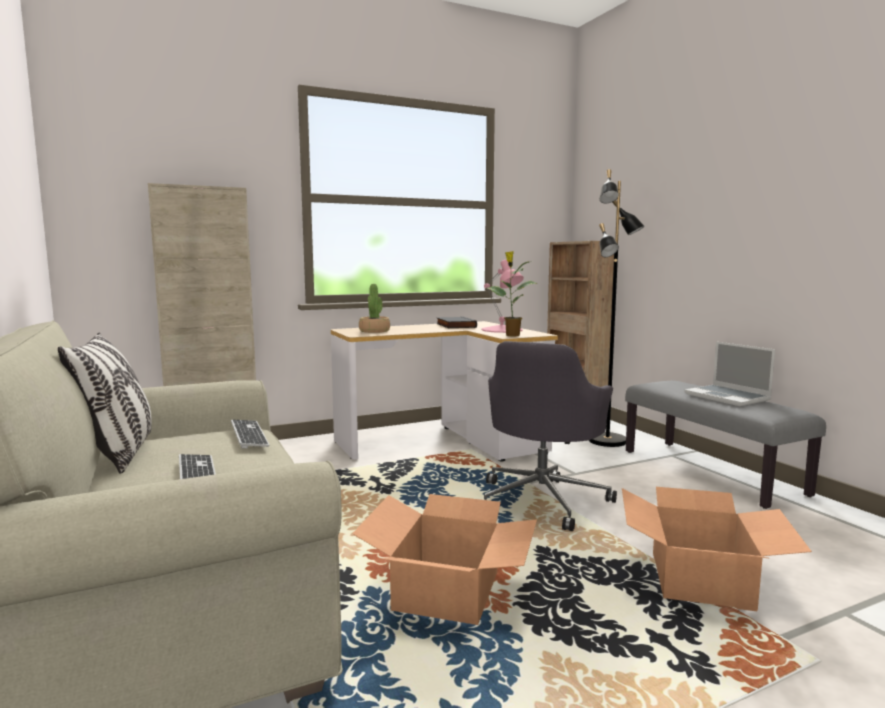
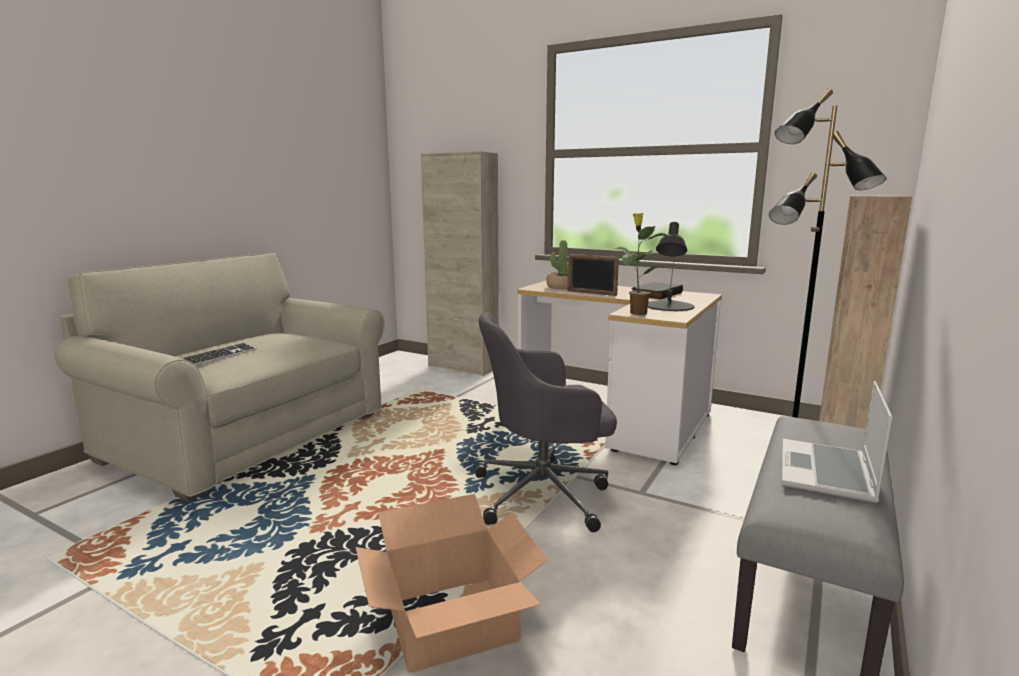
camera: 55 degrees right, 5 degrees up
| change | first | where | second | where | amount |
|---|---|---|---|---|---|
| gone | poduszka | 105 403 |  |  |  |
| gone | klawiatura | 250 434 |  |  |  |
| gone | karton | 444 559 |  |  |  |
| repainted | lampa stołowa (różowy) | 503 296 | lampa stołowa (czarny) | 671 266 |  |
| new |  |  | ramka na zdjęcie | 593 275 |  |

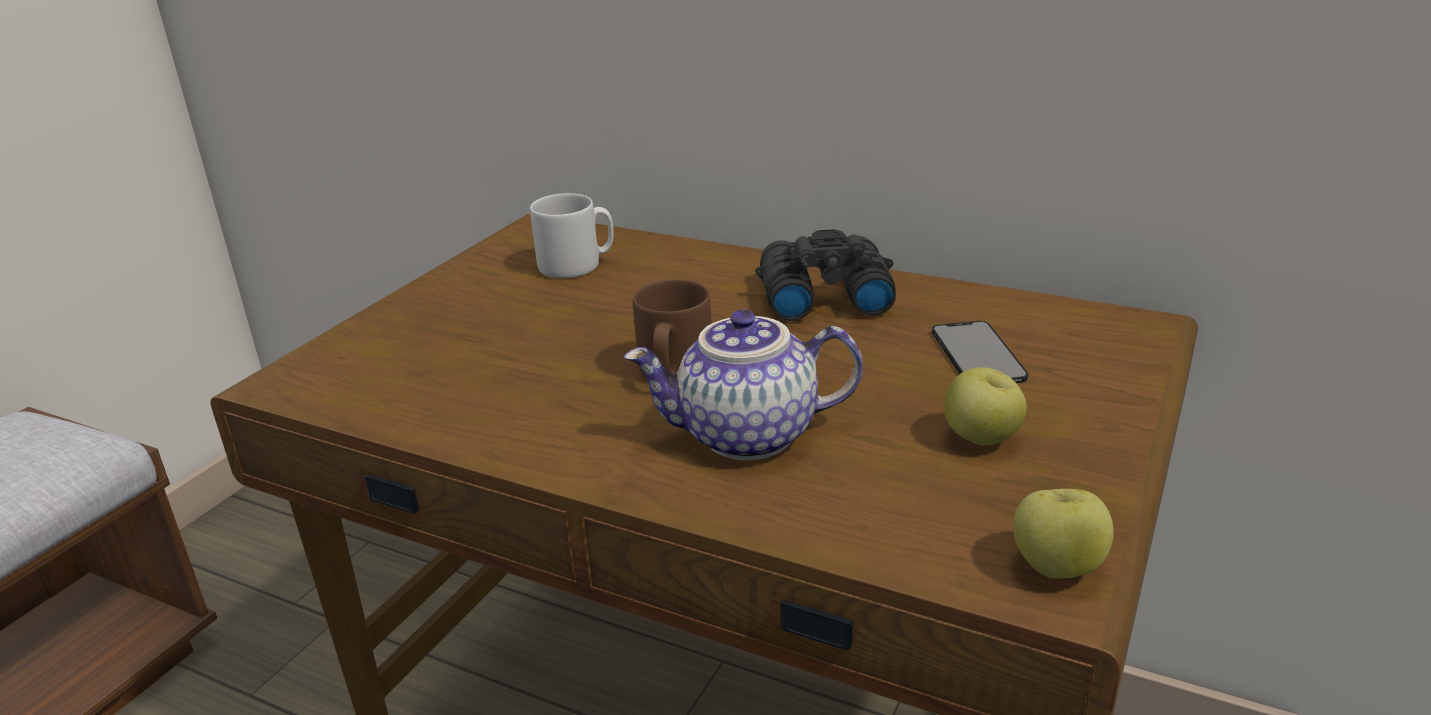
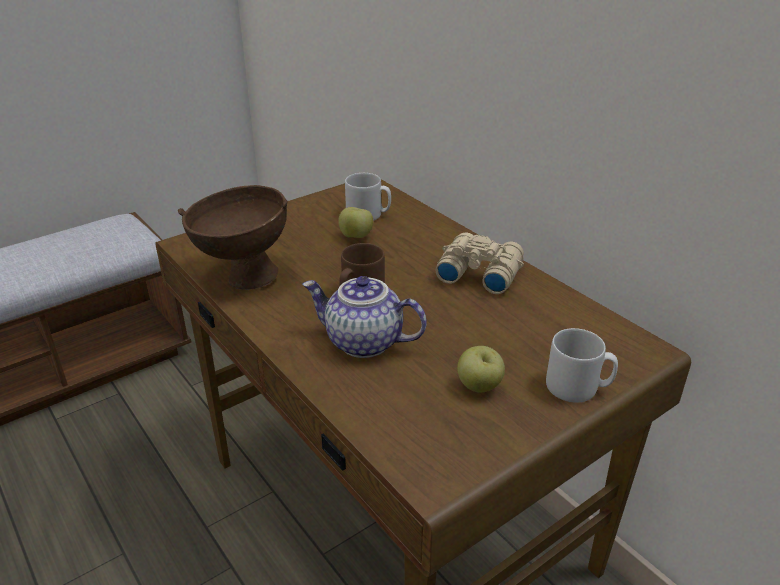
camera: 25 degrees right, 5 degrees up
| change | first | where | second | where | amount |
|---|---|---|---|---|---|
| repainted | lornetka (czarny) | 825 275 | lornetka (beżowy) | 480 263 |  |
| gone | telefon | 980 352 |  |  |  |
| shifted | jabłko | 1063 534 |  | 355 222 |  |
| new |  |  | miska (brązowy) | 233 237 |  |
| new |  |  | kubek (szary) | 582 365 |  |

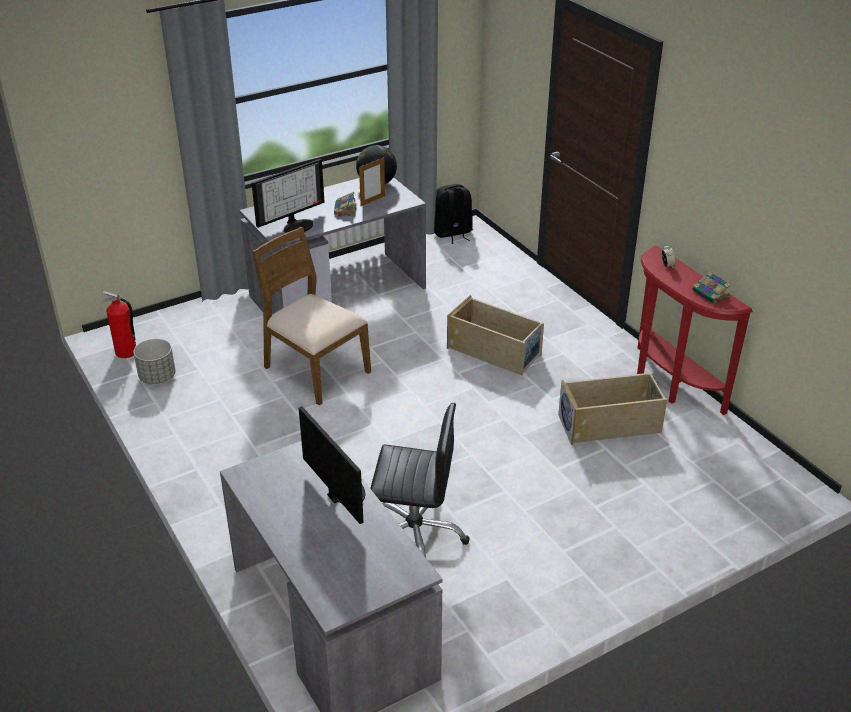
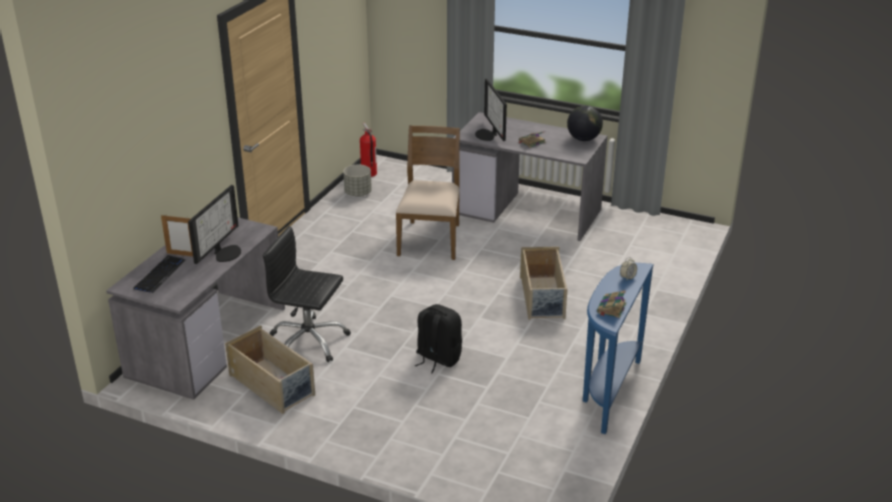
camera: 55 degrees right, 5 degrees down
| change | first | where | second | where | amount |
|---|---|---|---|---|---|
| rotated | monitor | 288 196 |  | 491 110 | 60 degrees clockwise |
| shifted | ramka na zdjęcie | 372 181 |  | 177 235 |  |
| rotated | krzesło biurowe (czarny) | 420 480 |  | 307 294 | 135 degrees clockwise |
| shifted | plecak (czarny) | 453 214 |  | 438 339 |  |
| shifted | pojemnik do przechowywania (beżowy) | 612 409 |  | 270 370 |  |
| repainted | stolik konsolowy (czerwony) | 695 330 | stolik konsolowy (niebieski) | 618 348 |  |
| new |  |  | klawiatura | 159 274 |  |

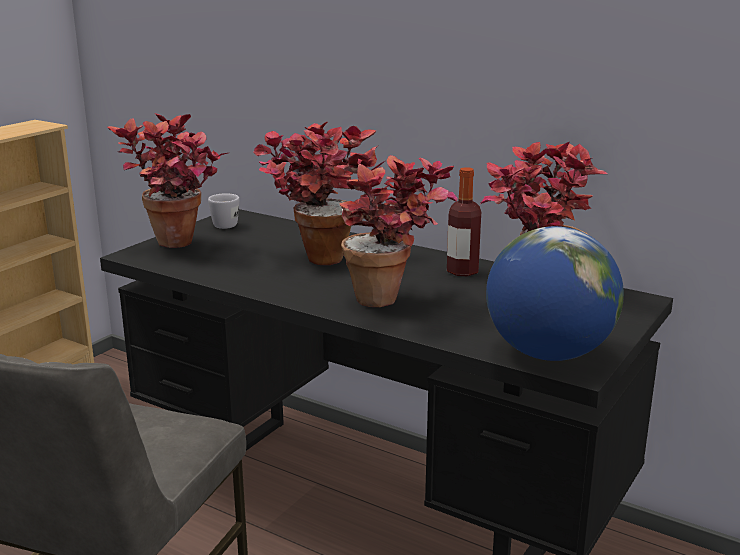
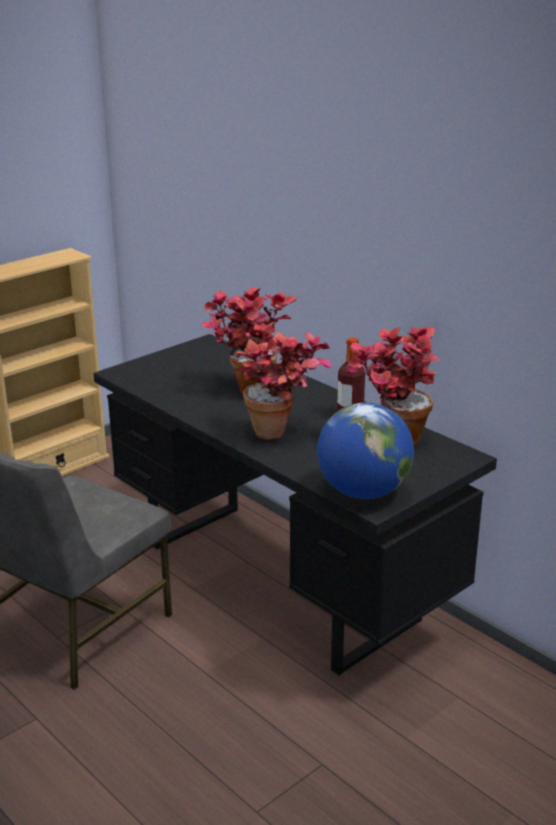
camera: 15 degrees right, 5 degrees up
| change | first | where | second | where | amount |
|---|---|---|---|---|---|
| gone | roślina doniczkowa | 168 180 |  |  |  |
| gone | kubek (biały) | 223 211 |  |  |  |

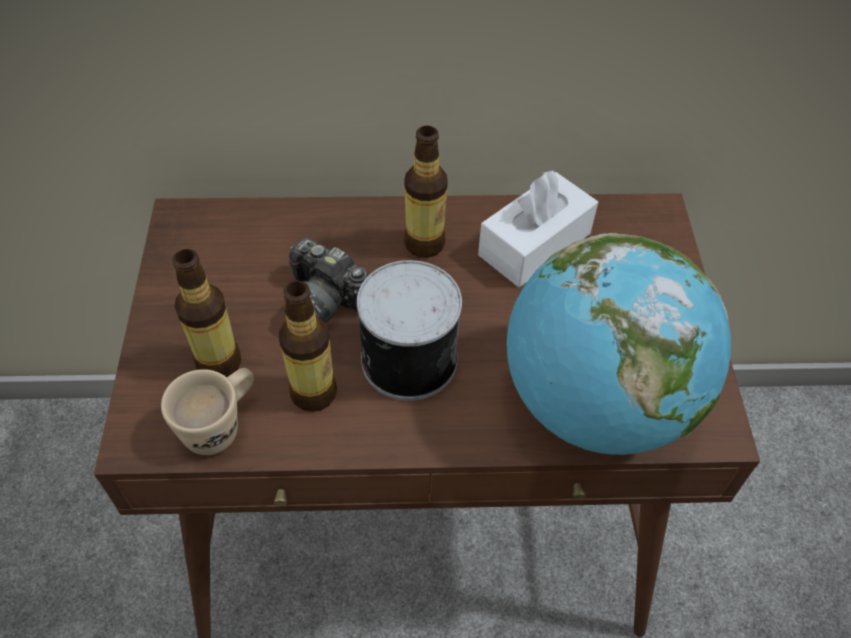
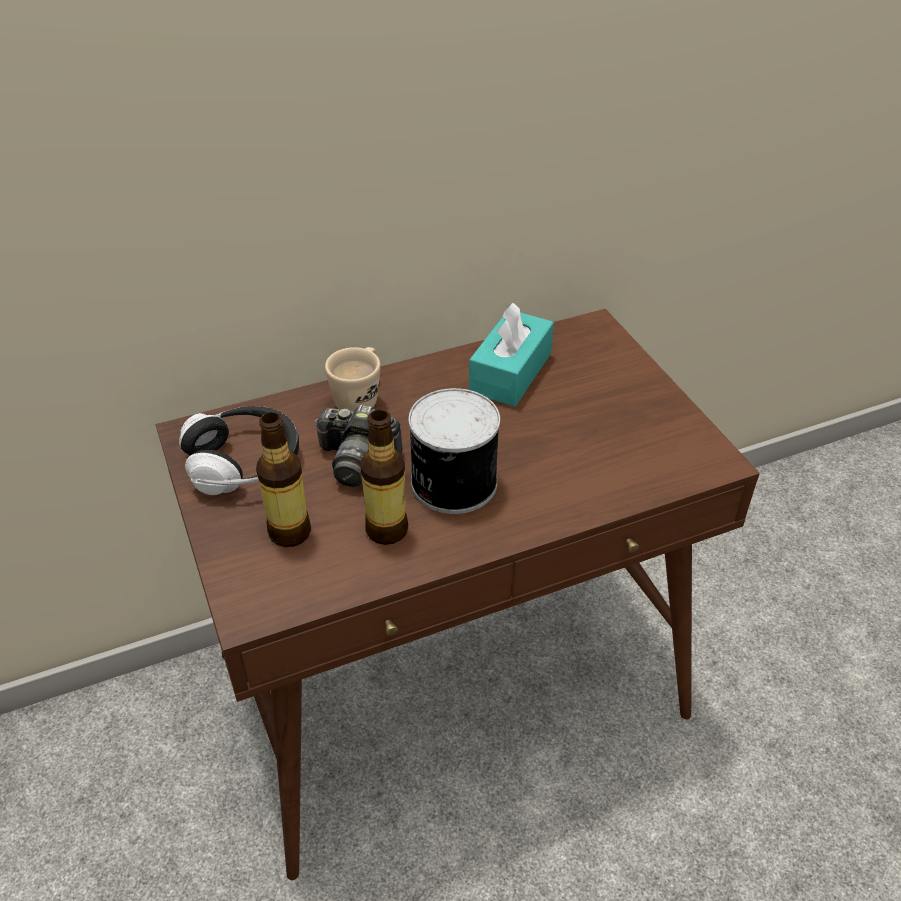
camera: 20 degrees left, 10 degrees down
| change | first | where | second | where | amount |
|---|---|---|---|---|---|
| shifted | kubek (beżowy) | 207 411 |  | 353 379 |  |
| gone | butelka | 426 192 |  |  |  |
| repainted | pudełko chusteczek (biały) | 538 229 | pudełko chusteczek (turkusowy) | 511 355 |  |
| gone | globus | 619 344 |  |  |  |
| new |  |  | słuchawki | 239 450 |  |

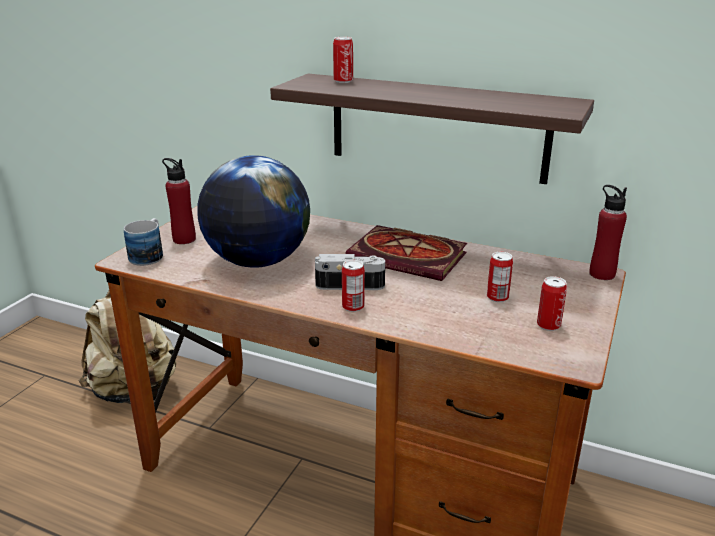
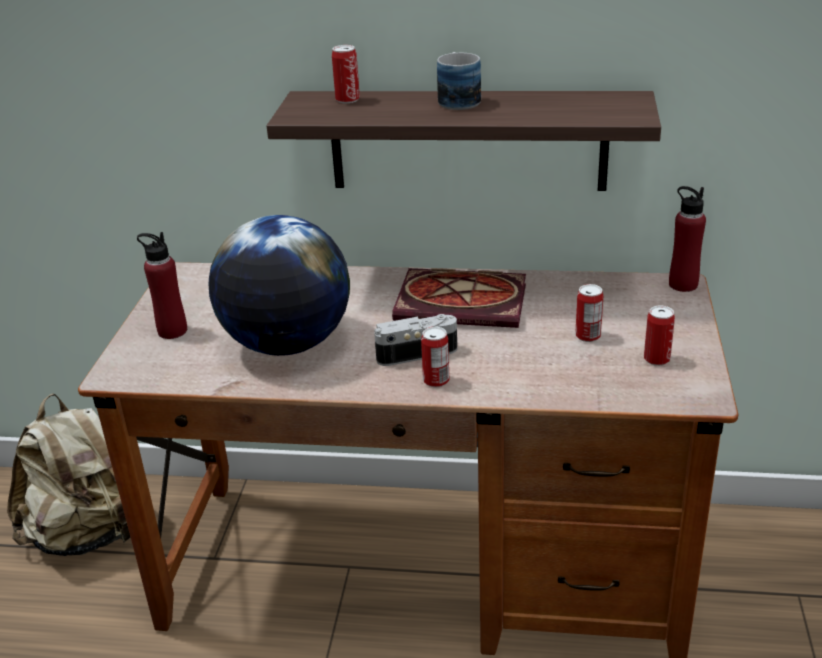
camera: 15 degrees left, 5 degrees up
| change | first | where | second | where | amount |
|---|---|---|---|---|---|
| shifted | kubek | 143 242 |  | 459 81 |  |

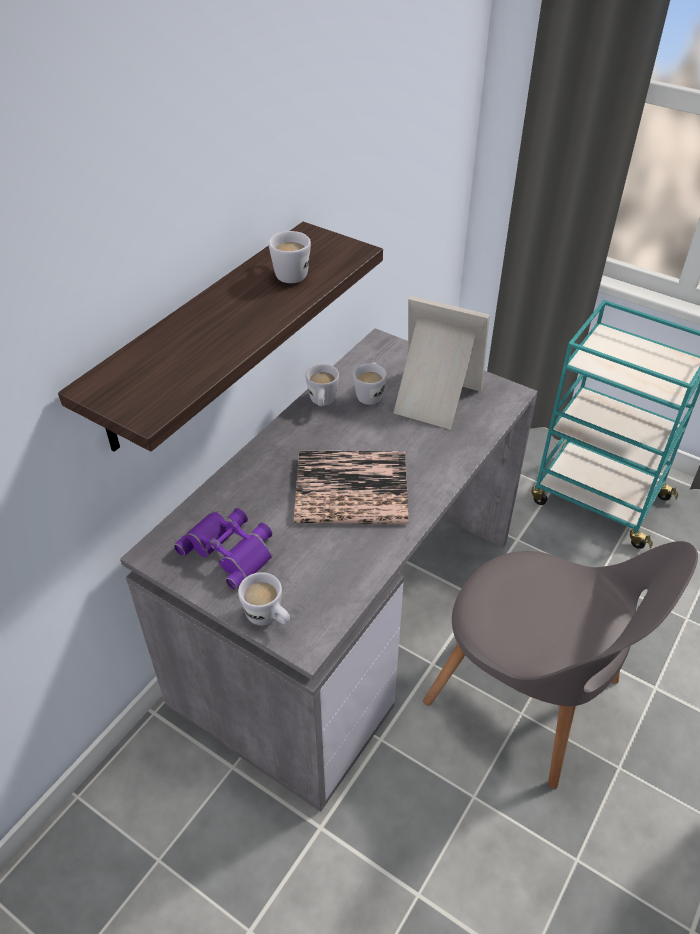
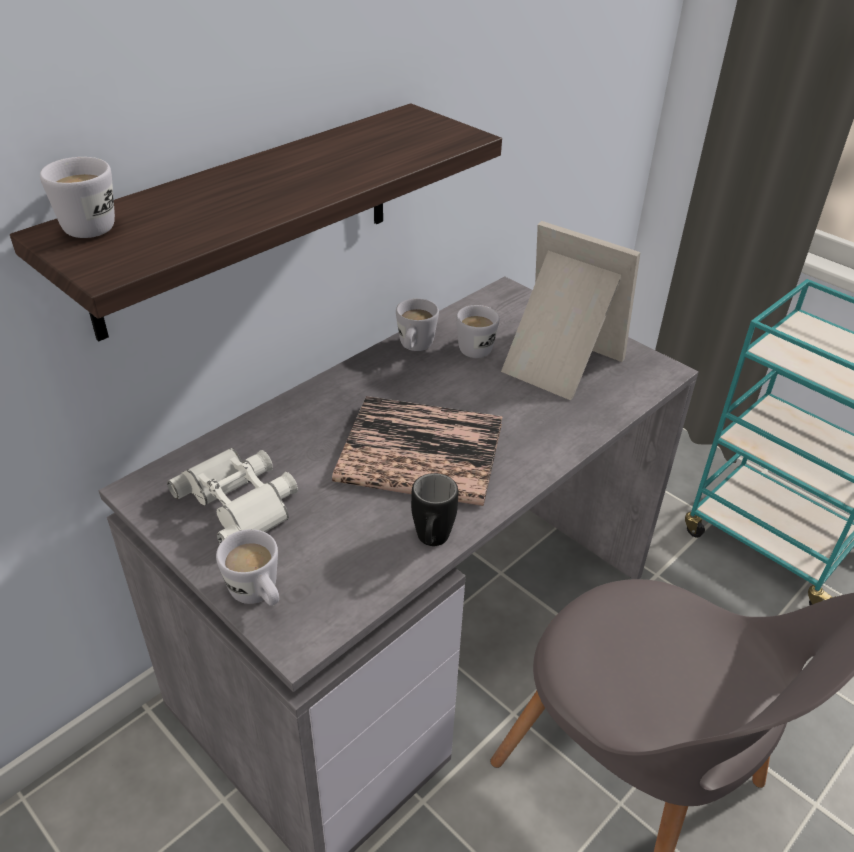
camera: 10 degrees right, 5 degrees down
| change | first | where | second | where | amount |
|---|---|---|---|---|---|
| repainted | lornetka (fioletowy) | 223 549 | lornetka (biały) | 232 496 |  |
| shifted | kubek (biały) | 290 257 |  | 77 197 |  |
| new |  |  | kubek (czarny) | 434 509 |  |

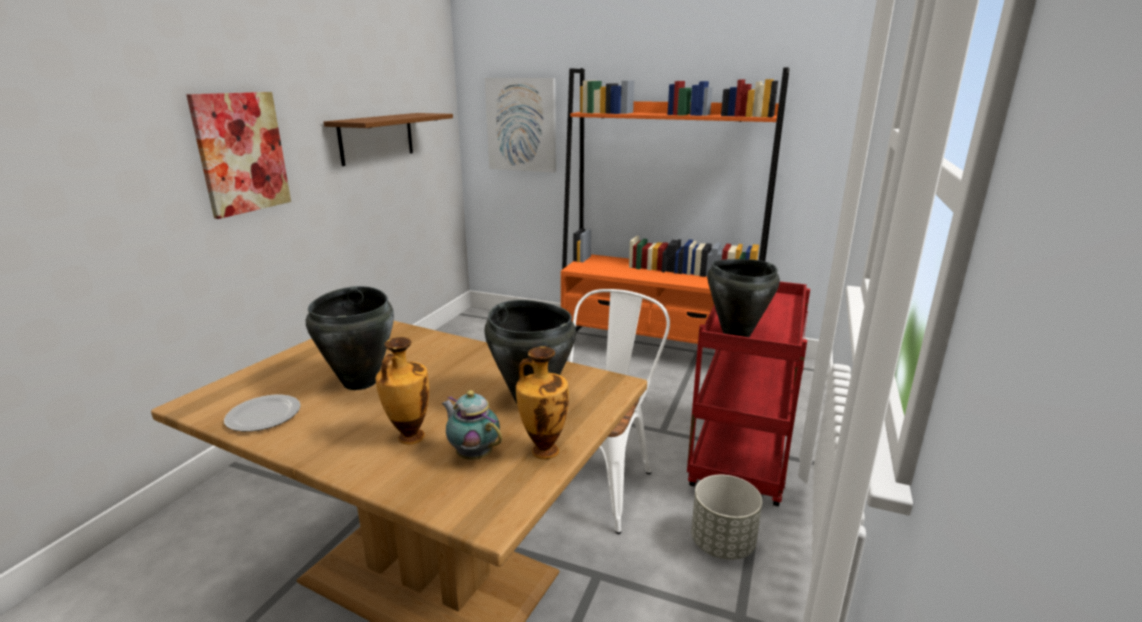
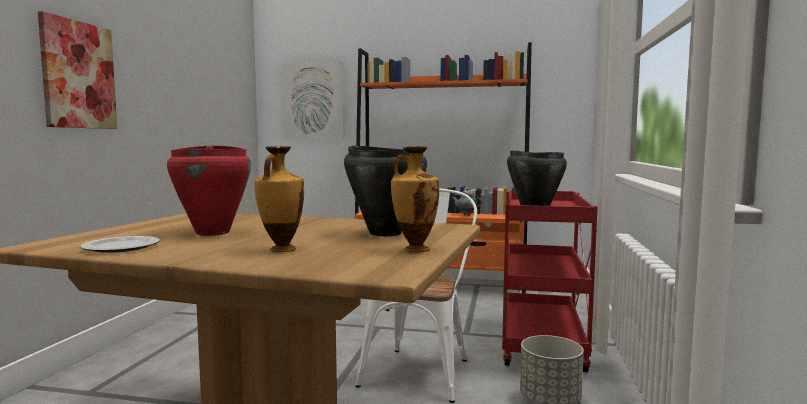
camera: 10 degrees left, 15 degrees down
| change | first | where | second | where | amount |
|---|---|---|---|---|---|
| repainted | garnek (czarny) | 350 338 | garnek (czerwony) | 209 190 |  |
| gone | półka (brązowy) | 388 139 |  |  |  |
| shifted | imbryk | 472 425 |  | 467 202 |  |

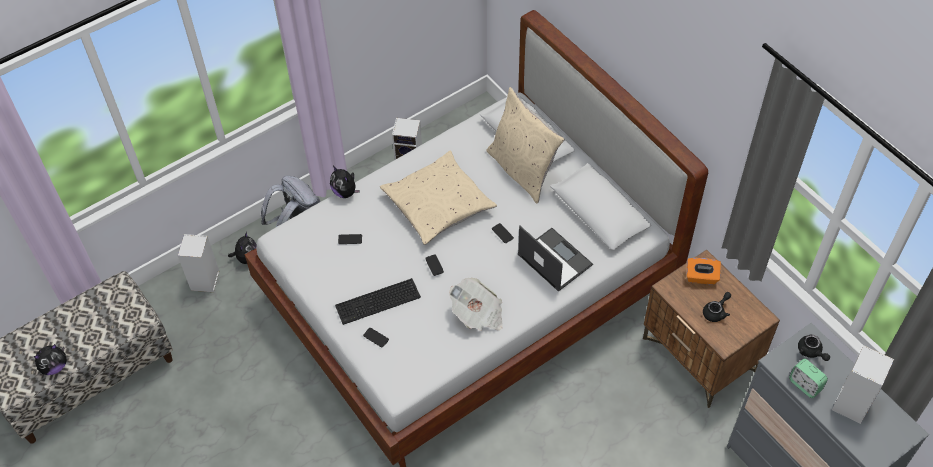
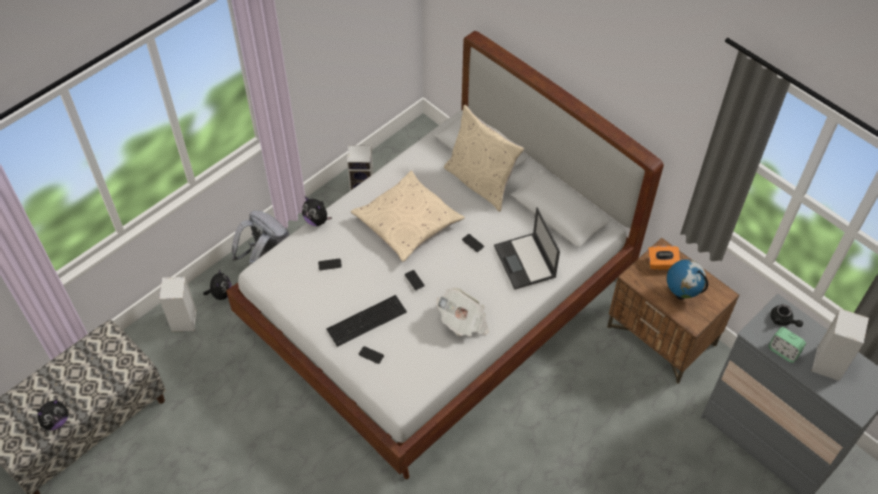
camera: 10 degrees left, 0 degrees up
| change | first | where | second | where | amount |
|---|---|---|---|---|---|
| rotated | laptop | 555 259 |  | 527 248 | 150 degrees counterclockwise |
| swapped | imbryk (czarny) | 717 307 | globus | 687 279 |  |

